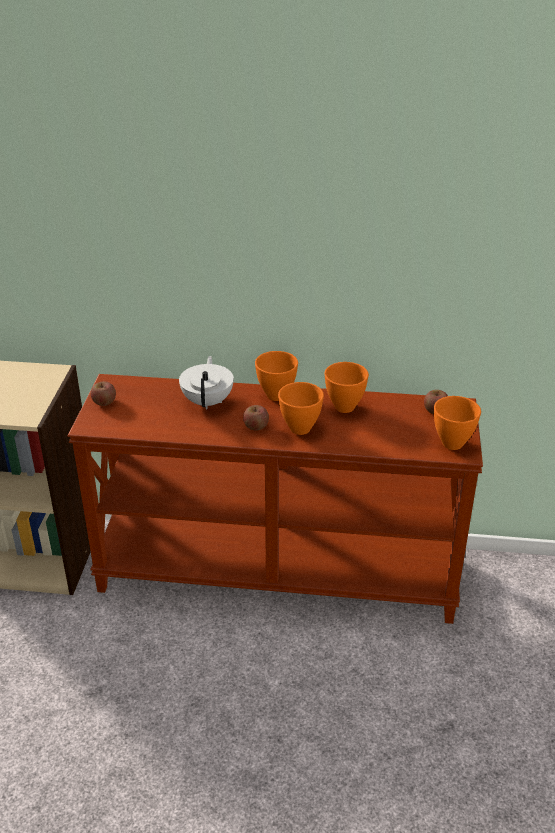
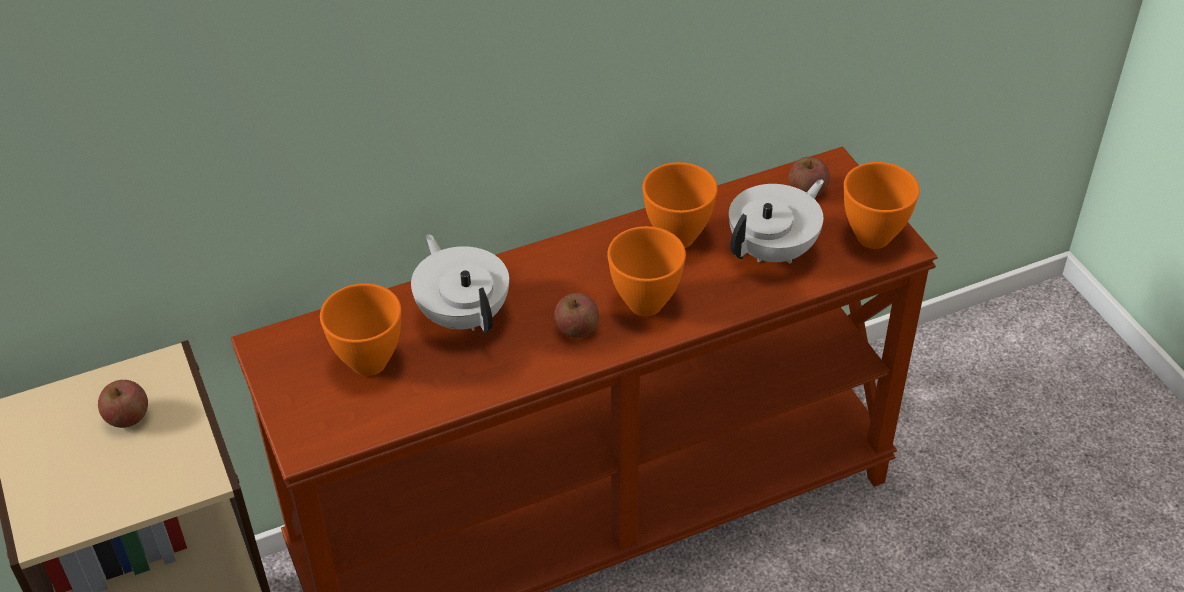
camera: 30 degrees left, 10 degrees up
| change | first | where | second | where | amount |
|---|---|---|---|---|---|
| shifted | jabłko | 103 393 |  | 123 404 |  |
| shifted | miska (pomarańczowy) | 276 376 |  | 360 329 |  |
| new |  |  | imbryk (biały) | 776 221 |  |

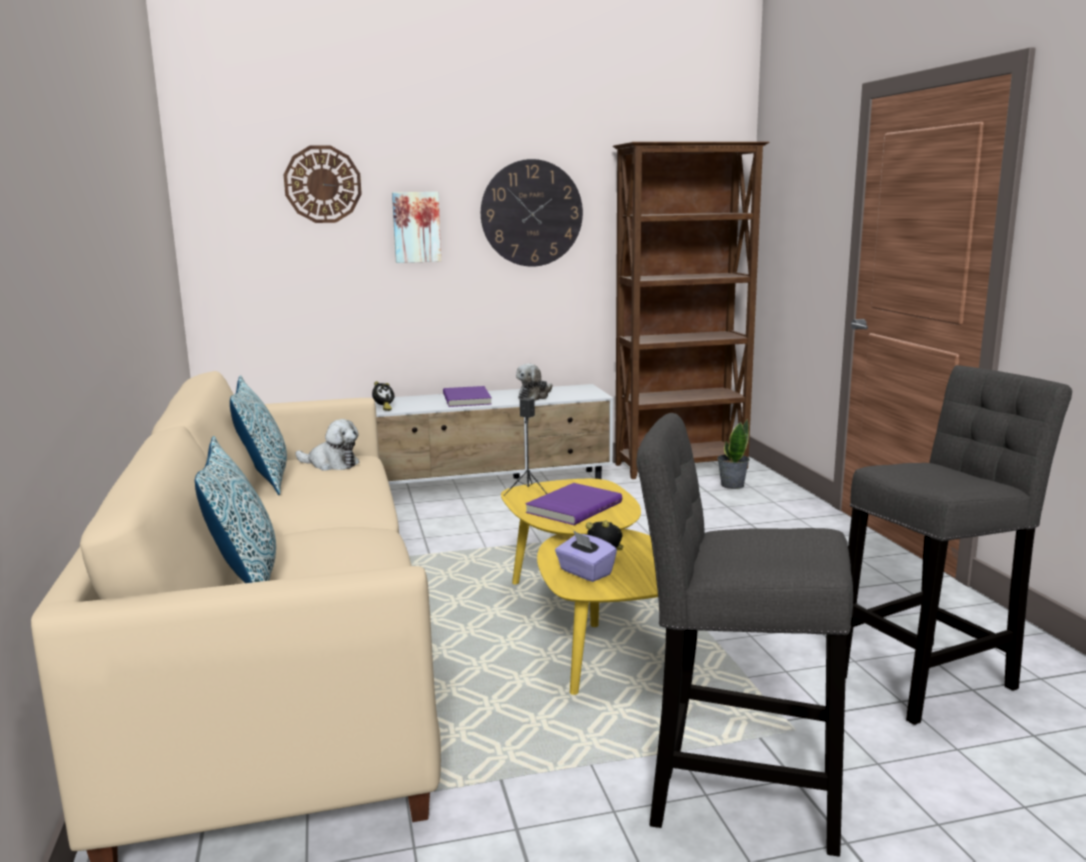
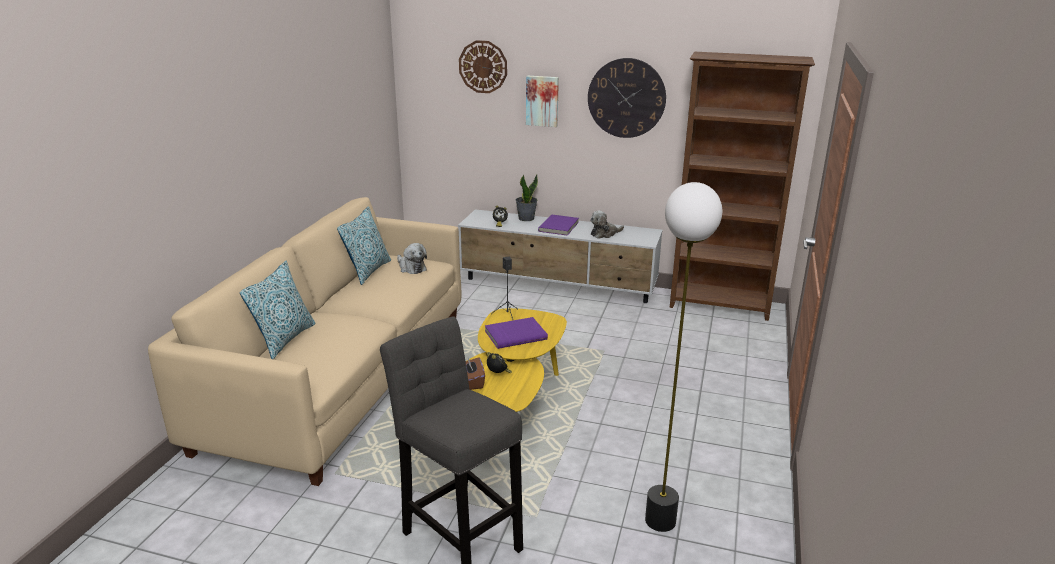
camera: 30 degrees right, 10 degrees up
| change | first | where | second | where | amount |
|---|---|---|---|---|---|
| repainted | pudełko chusteczek (fioletowy) | 586 556 | pudełko chusteczek (brązowy) | 475 373 |  |
| shifted | roślina doniczkowa | 733 454 |  | 527 198 |  |
| swapped | stołek (szary) | 959 545 | lampa stojąca | 683 357 |  |

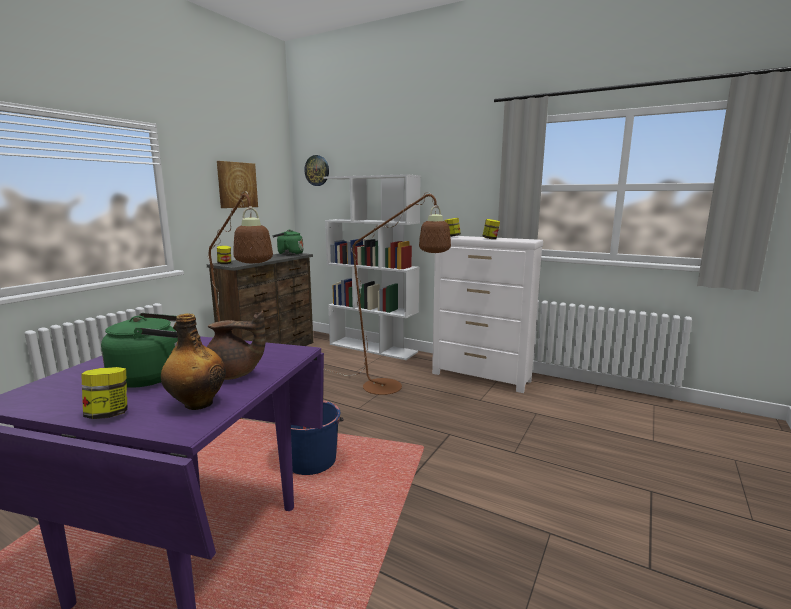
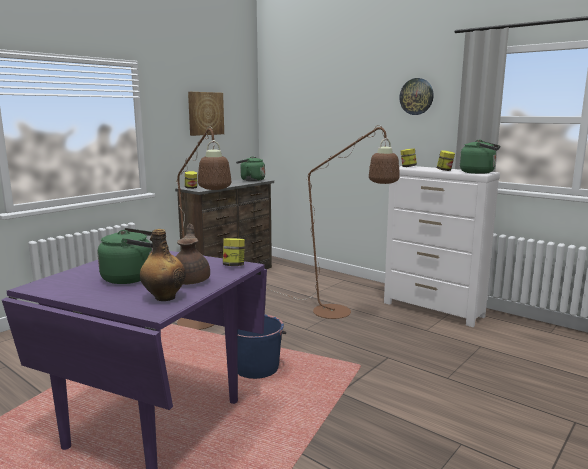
camera: 10 degrees right, 0 degrees up
| change | first | where | second | where | amount |
|---|---|---|---|---|---|
| shifted | słoik | 104 393 |  | 234 252 |  |
| rotated | imbryk (brązowy) | 236 345 |  | 193 254 | 105 degrees counterclockwise |
| shifted | zegar ścienny | 316 170 |  | 416 96 |  |
| gone | regał (biały) | 372 267 |  |  |  |
| new |  |  | czajnik (zielony) | 480 157 |  |

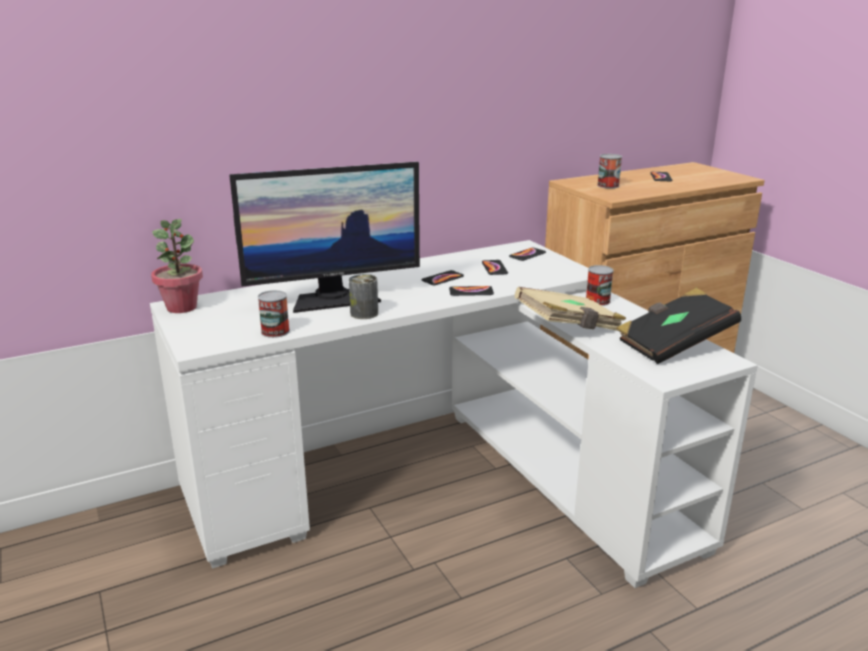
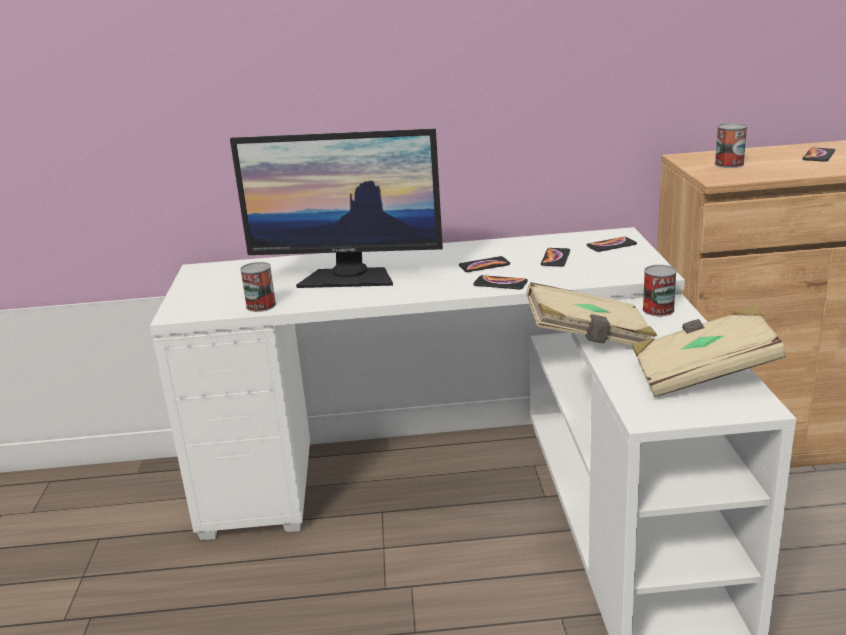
camera: 25 degrees right, 0 degrees up
| change | first | where | second | where | amount |
|---|---|---|---|---|---|
| gone | roślina doniczkowa | 177 266 |  |  |  |
| gone | puszka | 363 296 |  |  |  |
| repainted | książka (czarny) | 678 326 | książka (beżowy) | 709 351 |  |

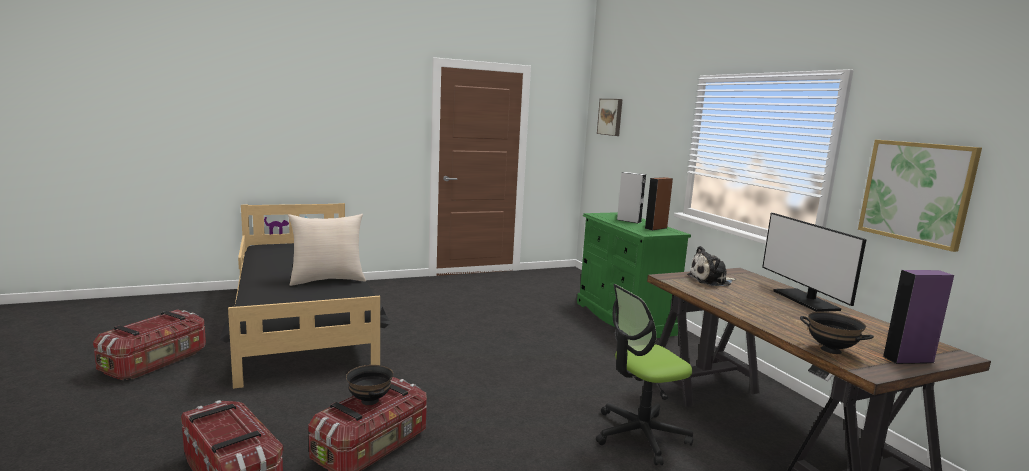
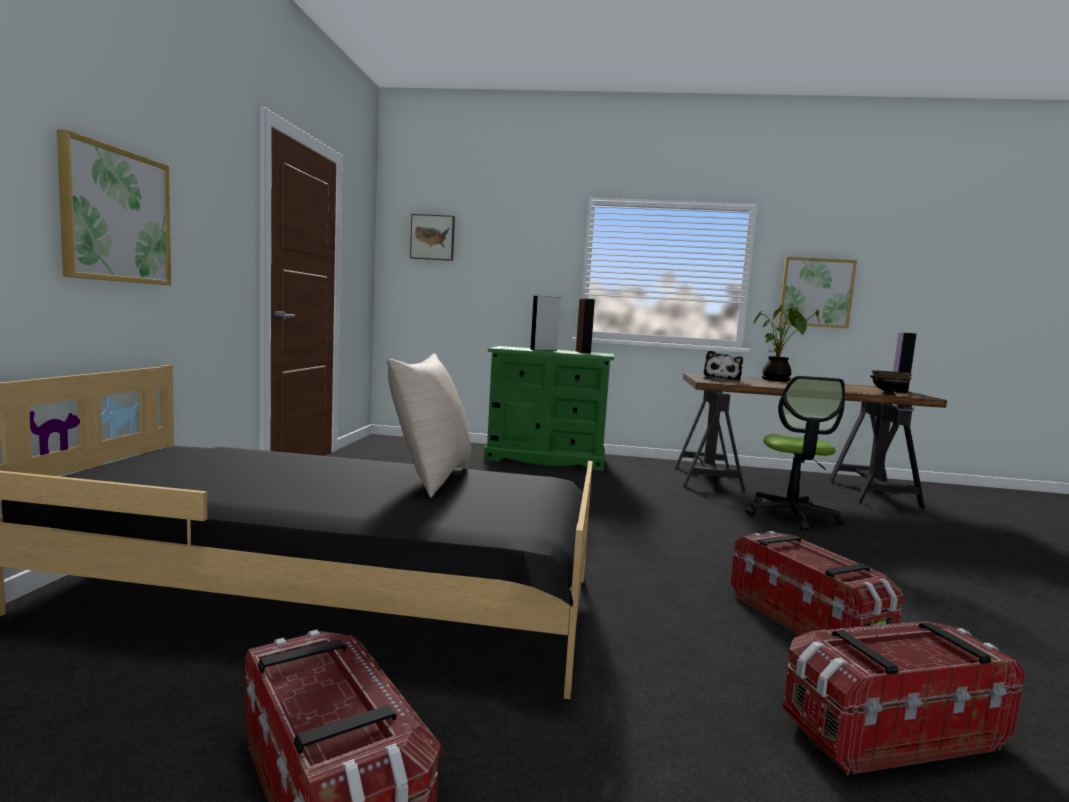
camera: 60 degrees left, 5 degrees down
| change | first | where | second | where | amount |
|---|---|---|---|---|---|
| gone | miska (czarny) | 369 385 |  |  |  |
| swapped | monitor | 814 262 | roślina doniczkowa | 787 343 |  |
| new |  |  | obraz | 114 207 |  |

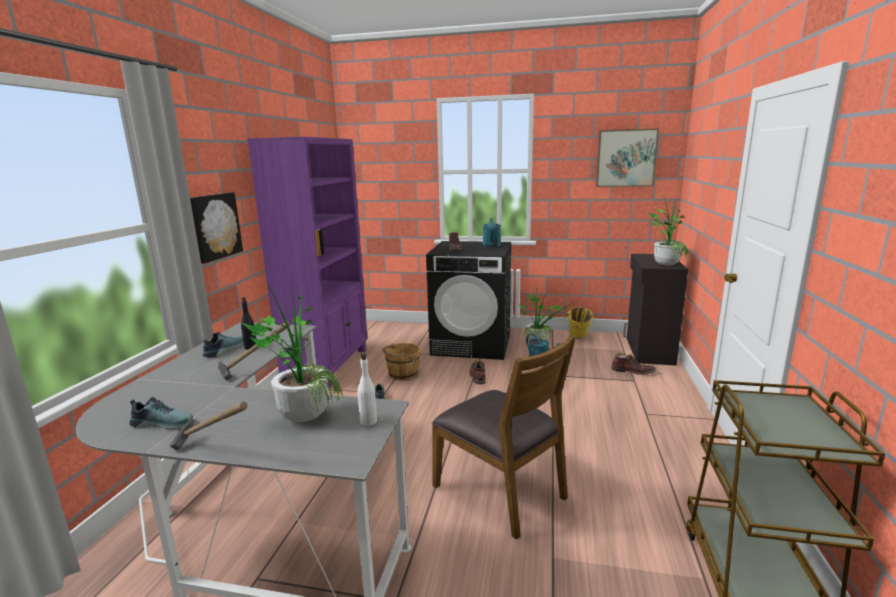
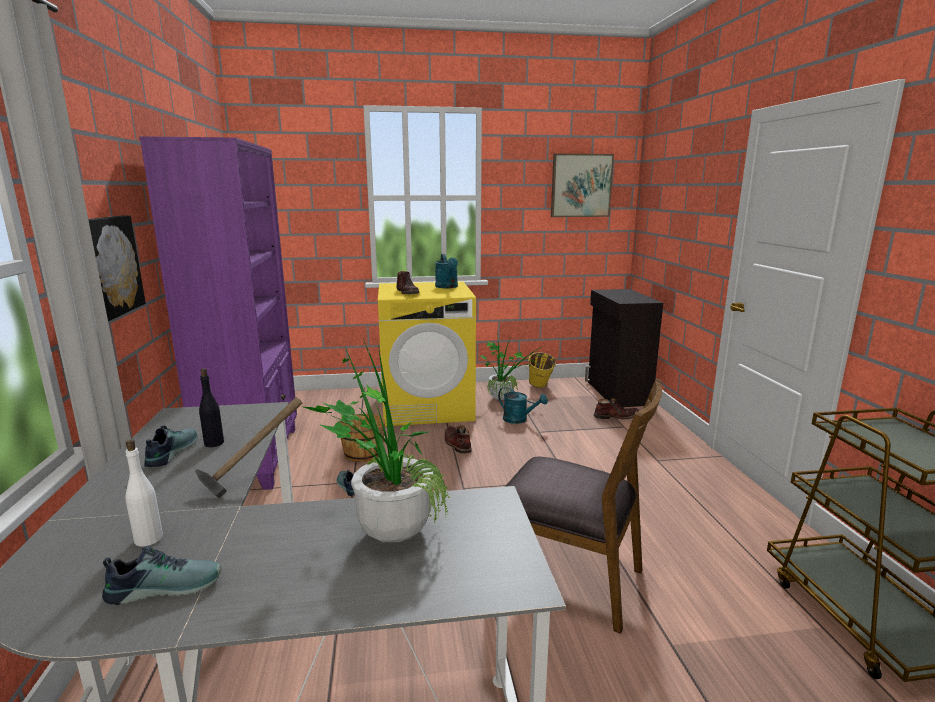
camera: 20 degrees left, 0 degrees up
| change | first | where | second | where | amount |
|---|---|---|---|---|---|
| gone | młotek | 209 425 |  |  |  |
| shifted | butelka (biały) | 367 389 |  | 144 493 |  |
| repainted | pralka (czarny) | 468 300 | pralka (żółty) | 427 354 |  |
| gone | roślina doniczkowa | 668 229 |  |  |  |

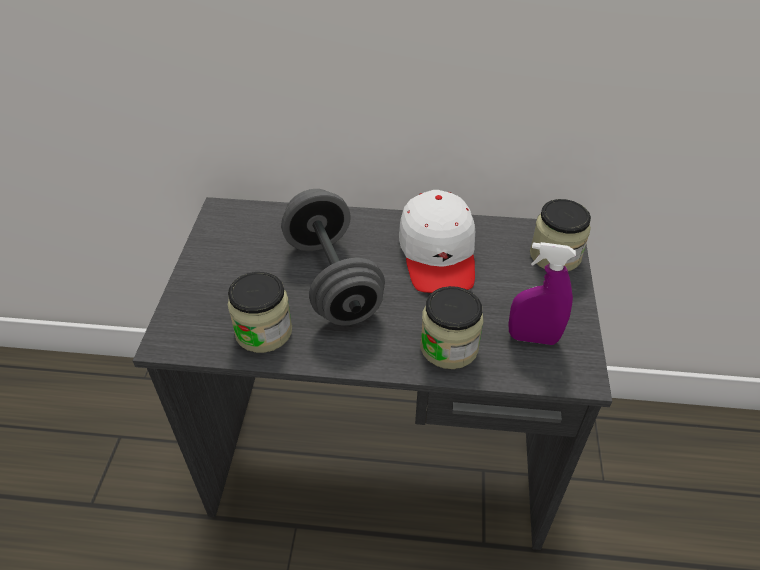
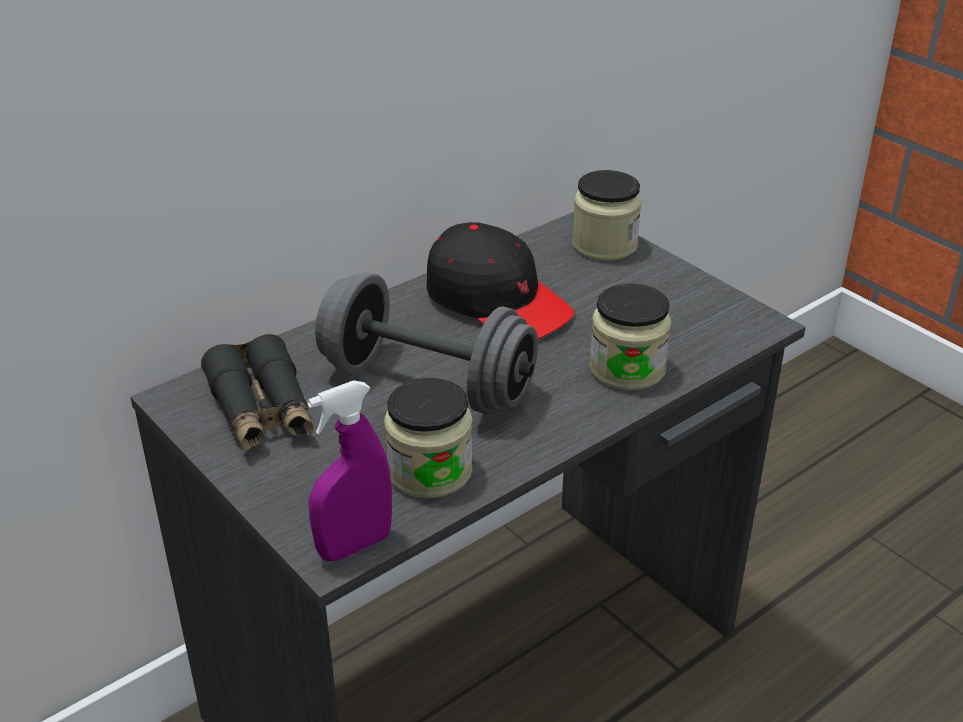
camera: 45 degrees left, 10 degrees down
| change | first | where | second | where | amount |
|---|---|---|---|---|---|
| repainted | czapka z daszkiem (biały) | 437 241 | czapka z daszkiem (czarny) | 500 280 |  |
| shifted | spryskiwacz (fioletowy) | 542 293 |  | 349 470 |  |
| new |  |  | lornetka (czarny) | 257 392 |  |

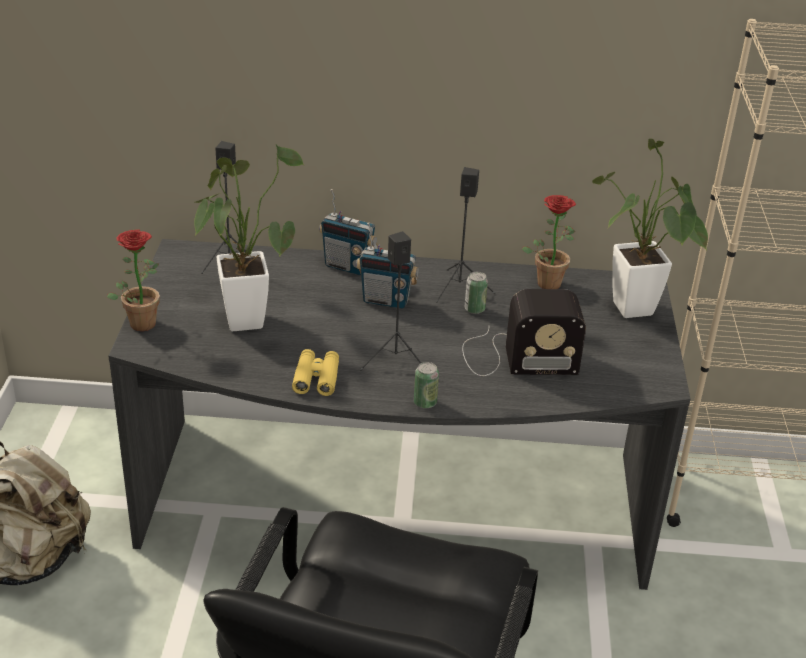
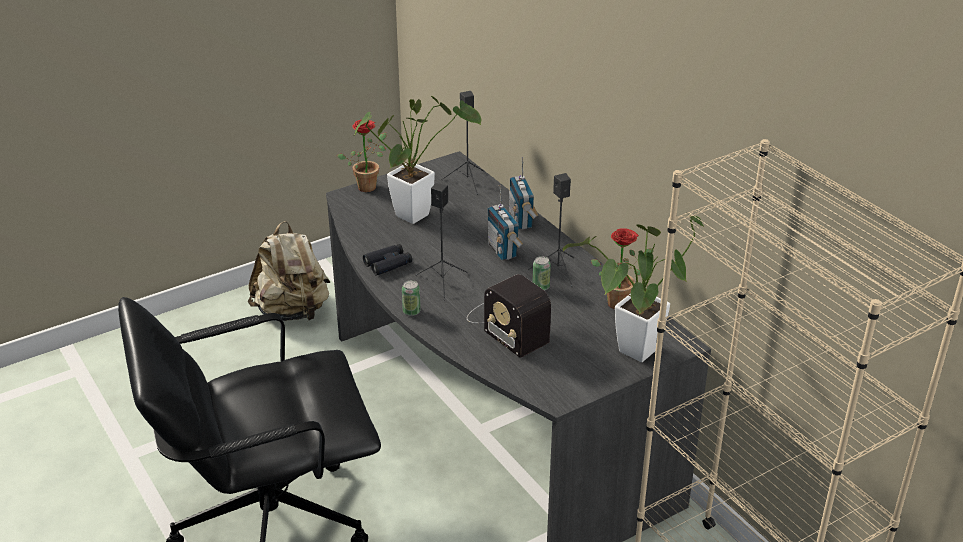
camera: 55 degrees right, 0 degrees up
| change | first | where | second | where | amount |
|---|---|---|---|---|---|
| repainted | lornetka (żółty) | 315 372 | lornetka (czarny) | 387 260 |  |

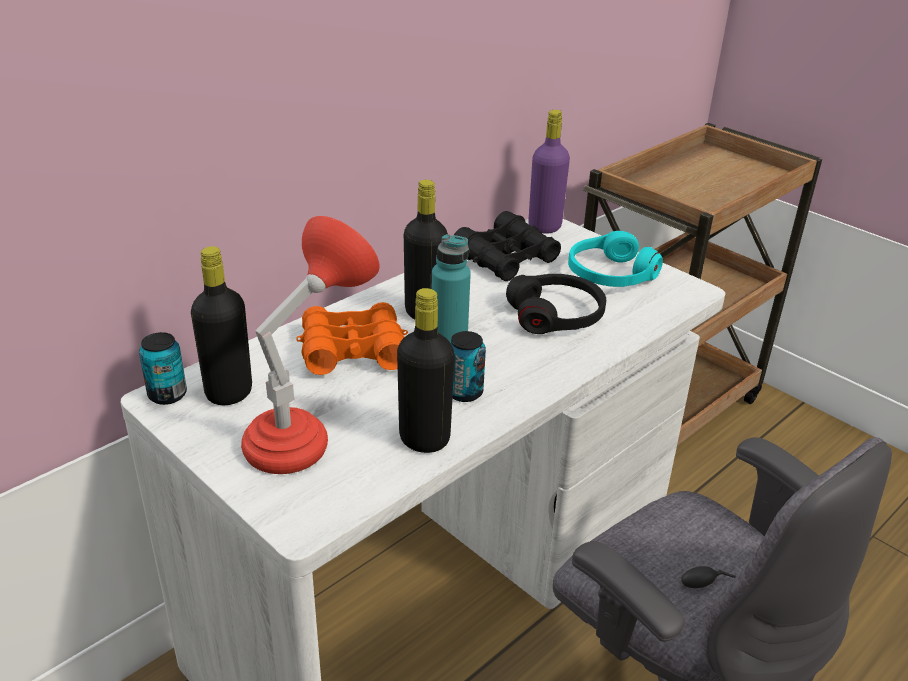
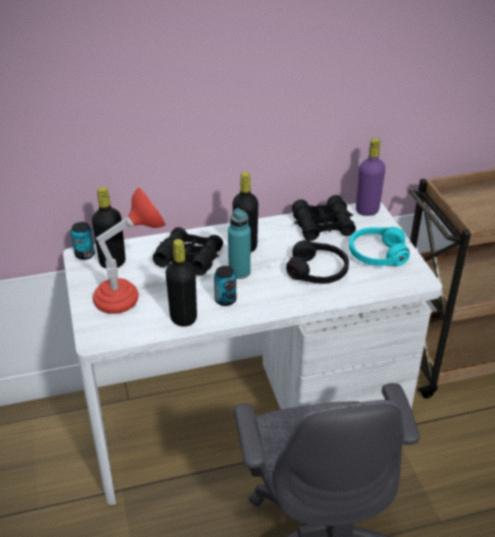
camera: 30 degrees right, 5 degrees up
| change | first | where | second | where | amount |
|---|---|---|---|---|---|
| repainted | lornetka (pomarańczowy) | 352 338 | lornetka (czarny) | 188 251 |  |

